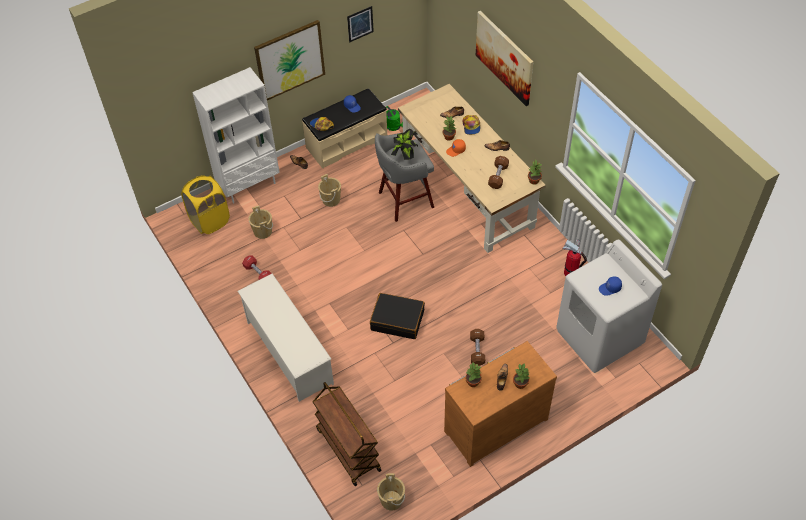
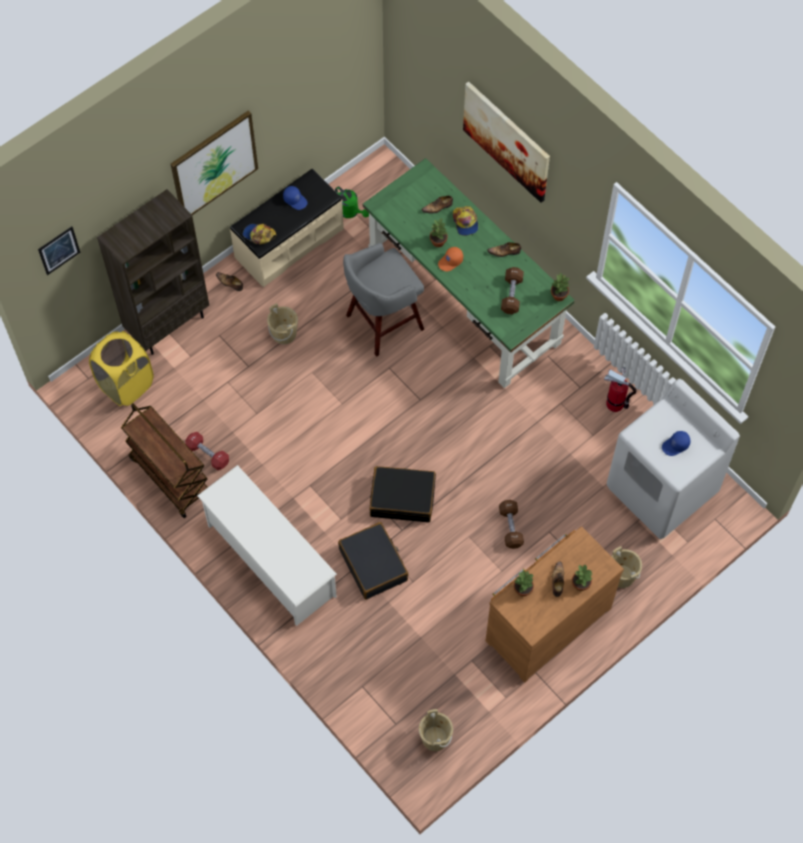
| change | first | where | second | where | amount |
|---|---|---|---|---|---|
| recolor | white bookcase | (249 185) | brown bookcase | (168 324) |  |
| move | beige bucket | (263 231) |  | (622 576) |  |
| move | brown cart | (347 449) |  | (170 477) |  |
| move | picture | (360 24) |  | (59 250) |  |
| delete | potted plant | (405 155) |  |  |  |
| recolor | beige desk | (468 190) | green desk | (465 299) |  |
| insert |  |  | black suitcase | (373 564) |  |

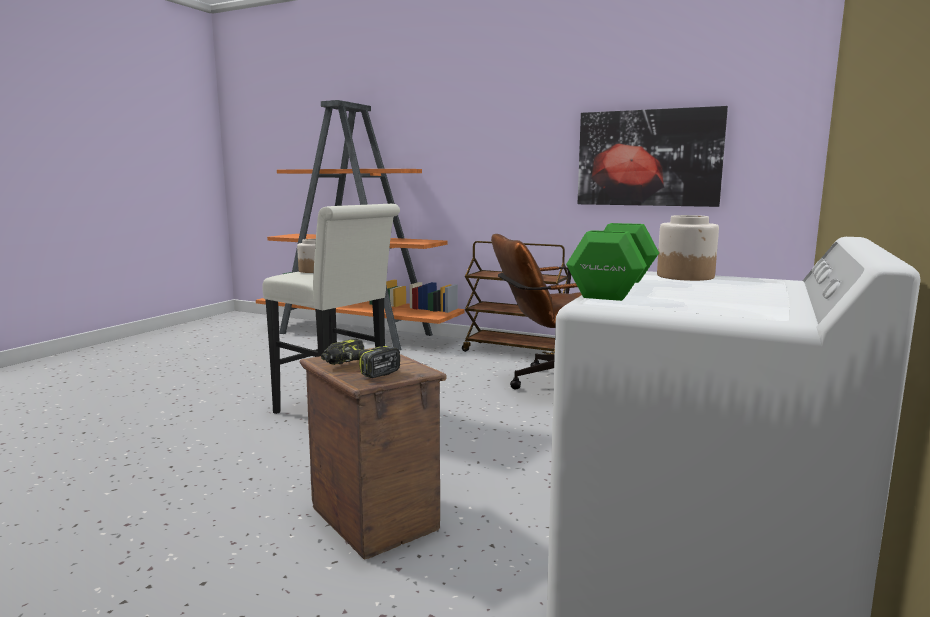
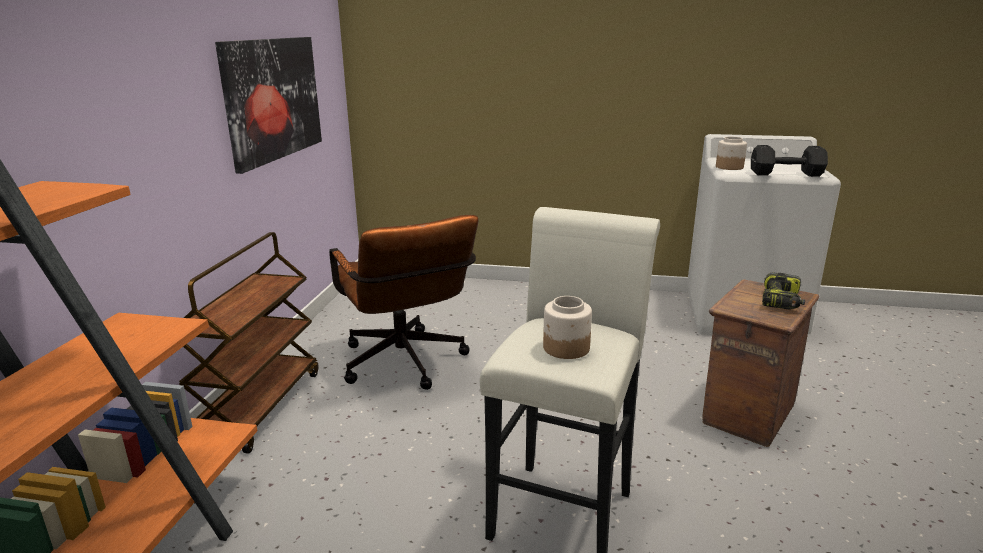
| change | first | where | second | where | amount |
|---|---|---|---|---|---|
| recolor | green dumbbell | (616 287) | black dumbbell | (784 174) |  |

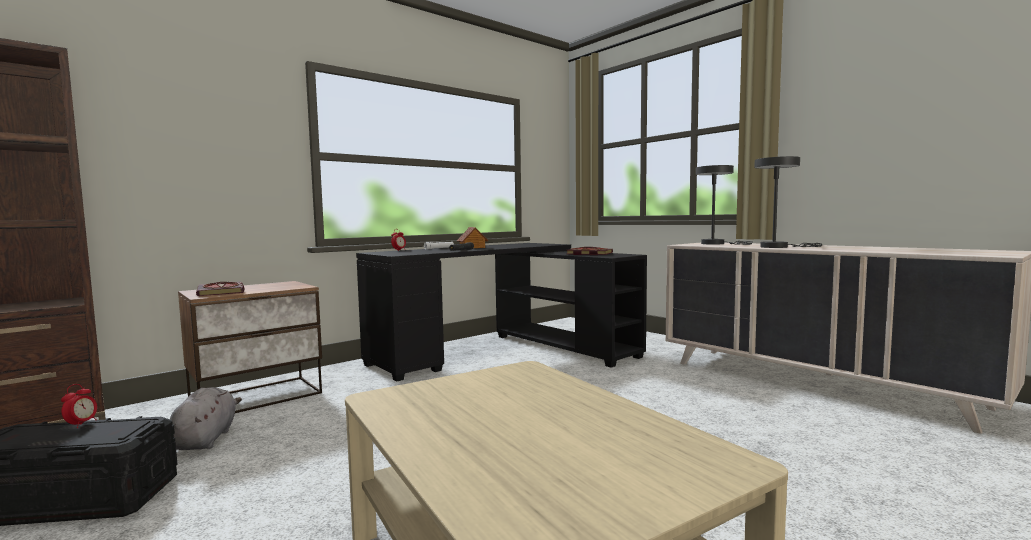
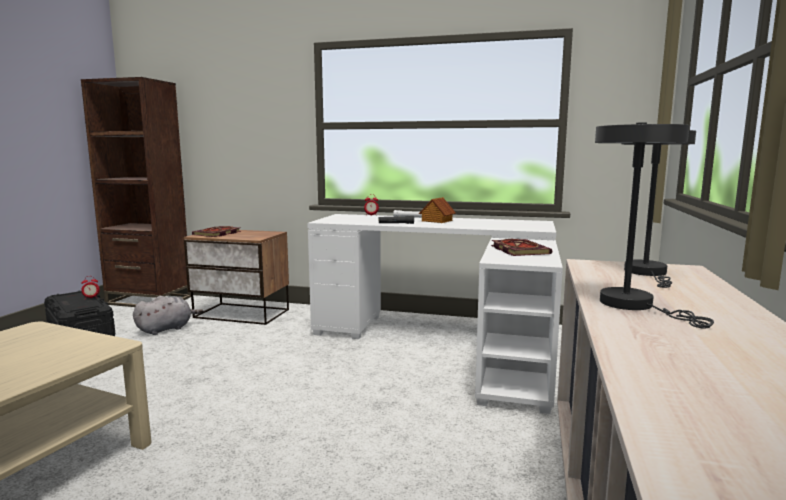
| change | first | where | second | where | amount |
|---|---|---|---|---|---|
| recolor | black desk | (505 351) | white desk | (449 343) |  |

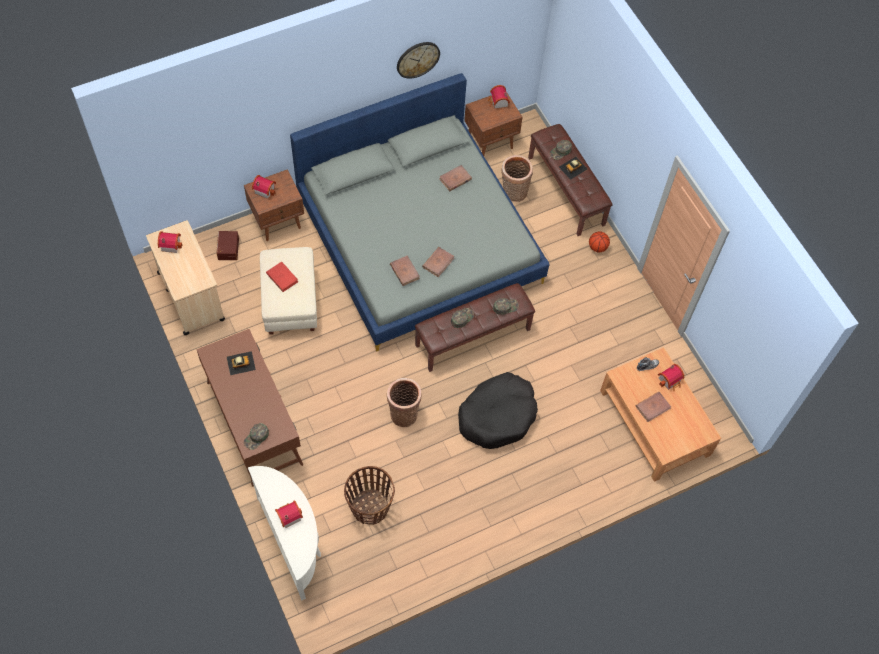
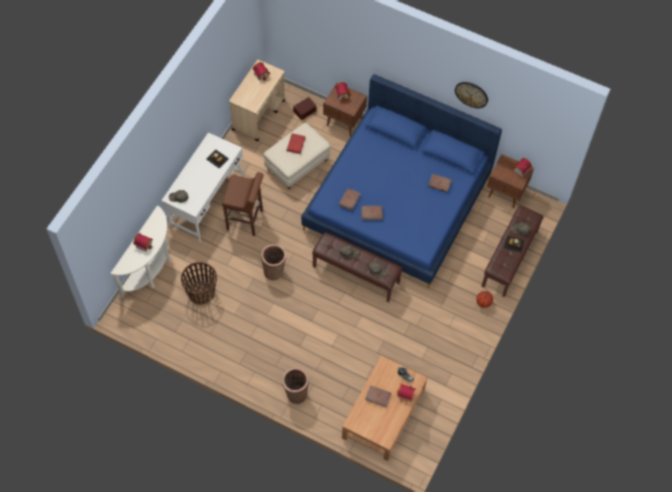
| change | first | where | second | where | amount |
|---|---|---|---|---|---|
| recolor | brown desk | (254 422) | white desk | (206 200) |  |
| recolor | grey bed | (419 240) | blue bed | (398 201) |  |
| delete | black dog bed | (497 415) |  |  |  |
| move | basket | (513 192) |  | (295 393) |  |
| insert |  |  | brown stool | (245 220) |  |

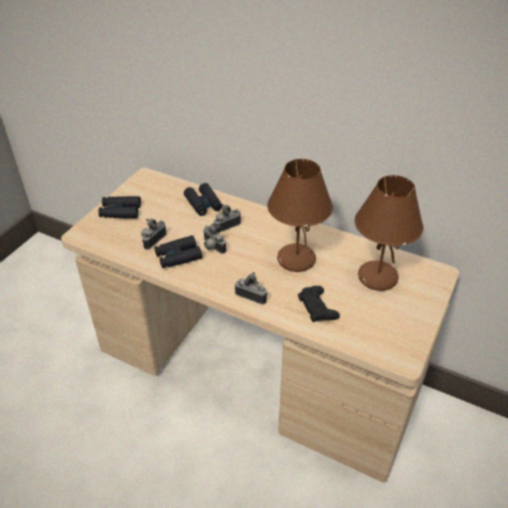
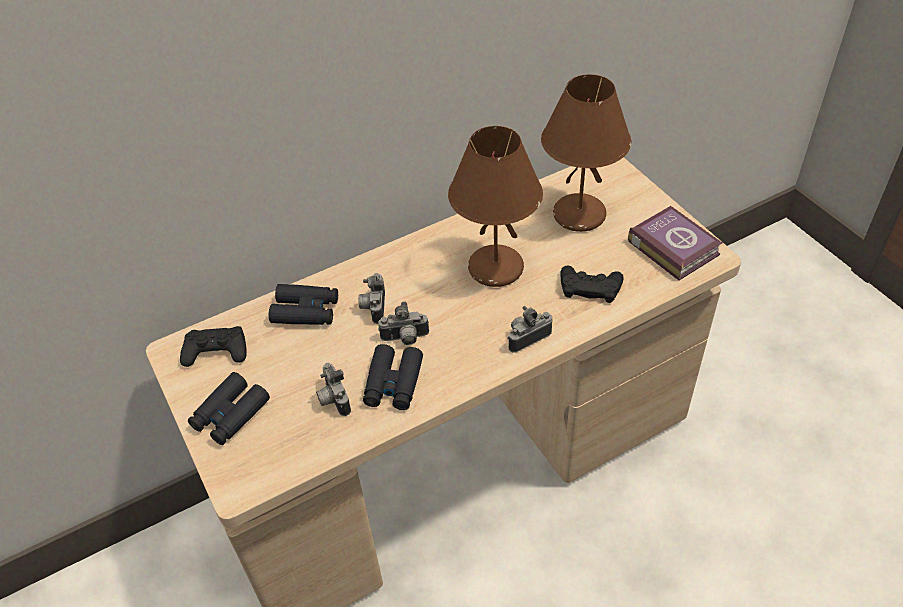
| change | first | where | second | where | amount |
|---|---|---|---|---|---|
| insert |  |  | black game controller | (216 351) |  |
| insert |  |  | book | (672 246) |  |

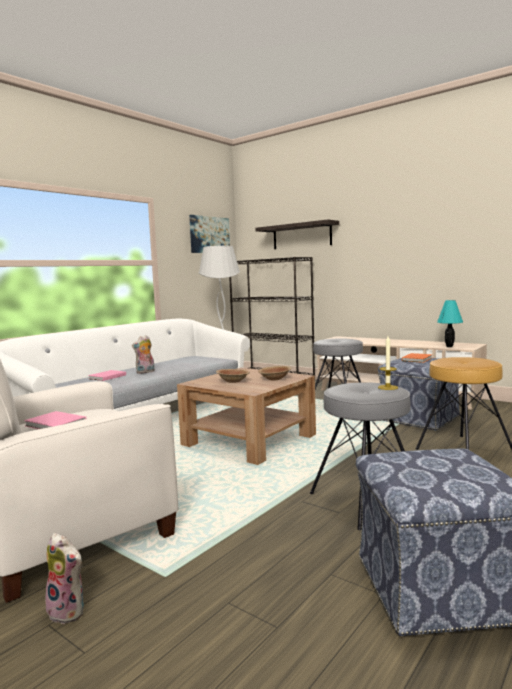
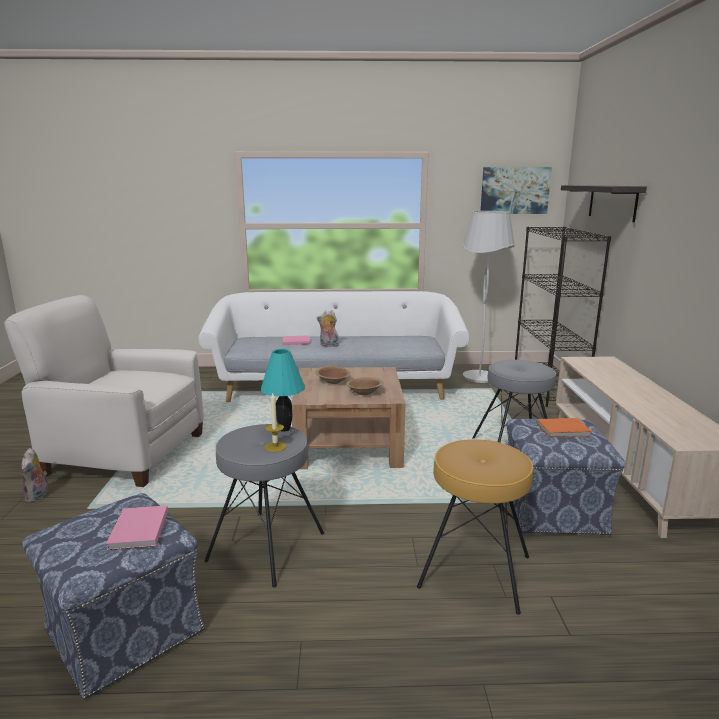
| change | first | where | second | where | amount |
|---|---|---|---|---|---|
| move | pink book | (56 424) |  | (137 531) |  |
| move | turquoise table lamp | (449 346) |  | (284 429) |  |

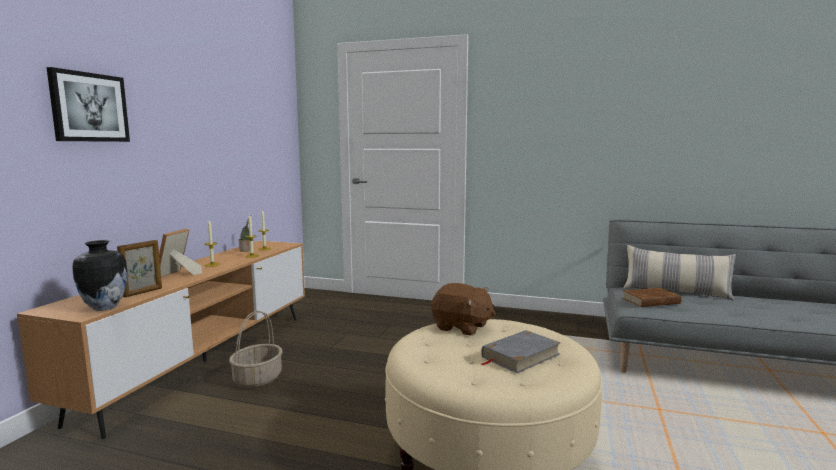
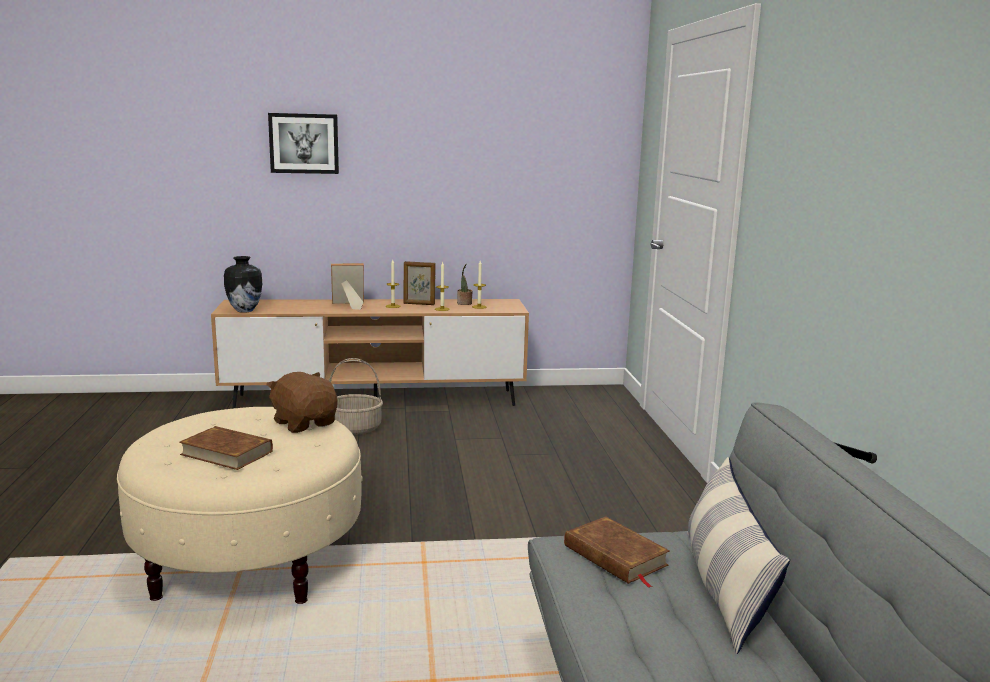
| change | first | where | second | where | amount |
|---|---|---|---|---|---|
| move | picture frame | (143 292) |  | (419 304) |  |
| rotate | brown plush toy | (462 327) |  | (305 423) | 135 degrees clockwise |
| recolor | grey book | (520 355) | brown book | (226 453) |  |

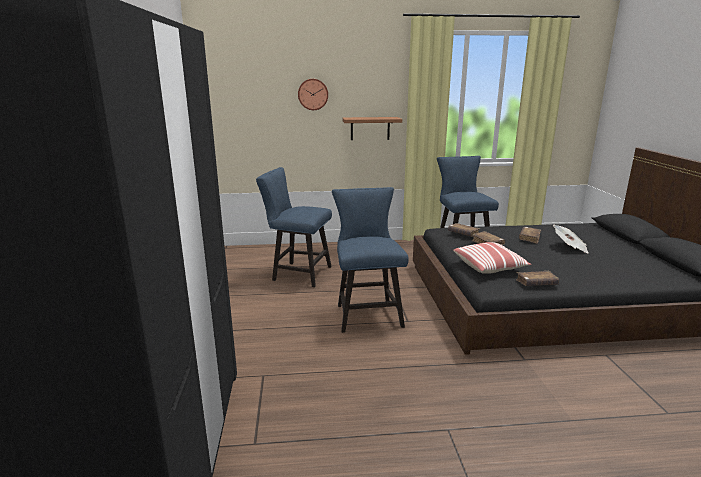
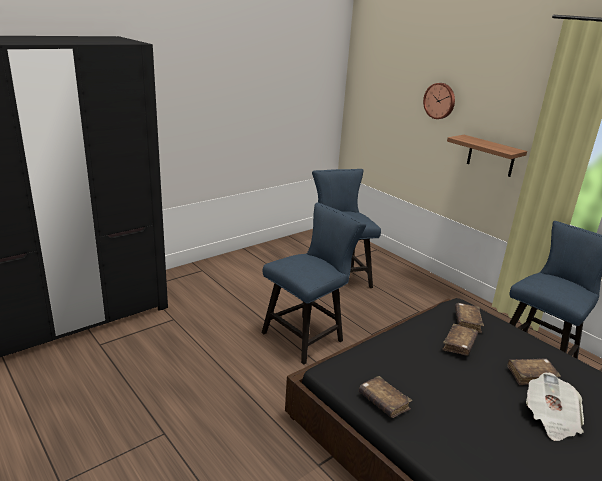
| change | first | where | second | where | amount |
|---|---|---|---|---|---|
| delete | pillow | (489 267) |  |  |  |

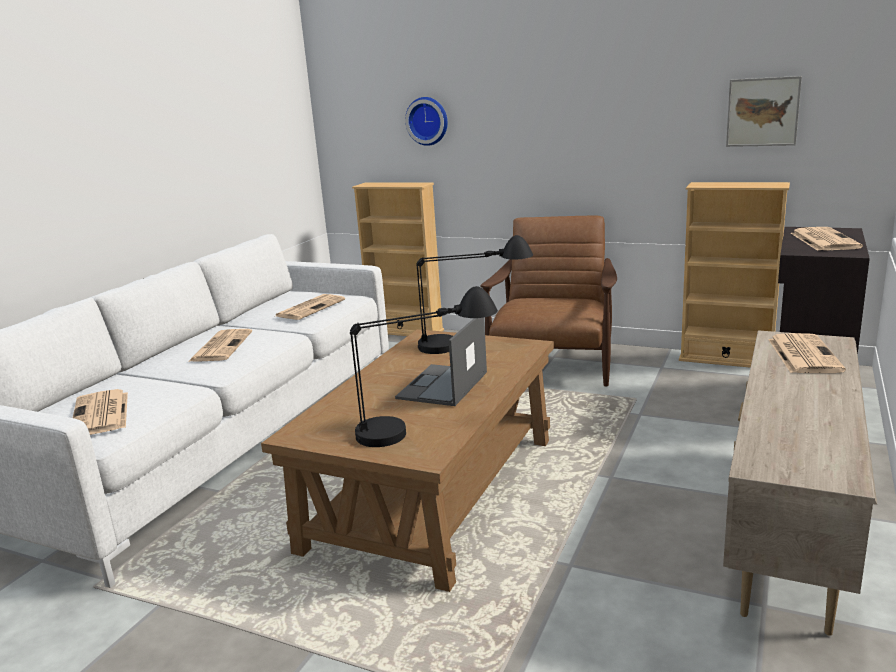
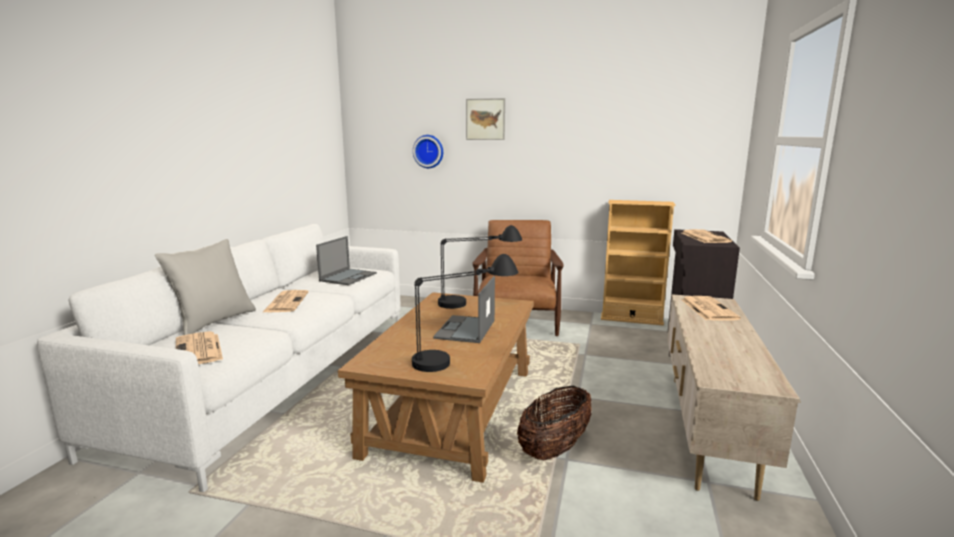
| change | first | where | second | where | amount |
|---|---|---|---|---|---|
| replace | newspaper | (310 308) | laptop | (348 277) |  |
| delete | beige bookcase | (405 331) |  |  |  |
| move | picture | (762 112) |  | (485 119) |  |
| insert |  |  | grey pillow | (214 322) |  |
| insert |  |  | basket | (554 448) |  |

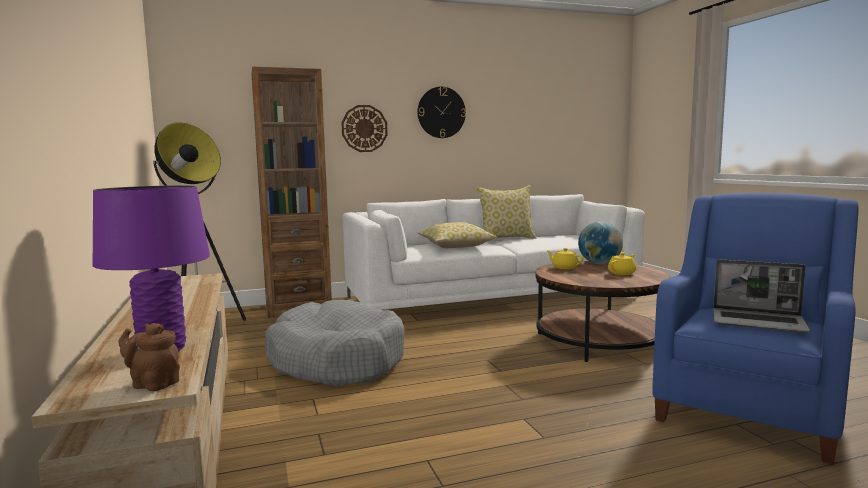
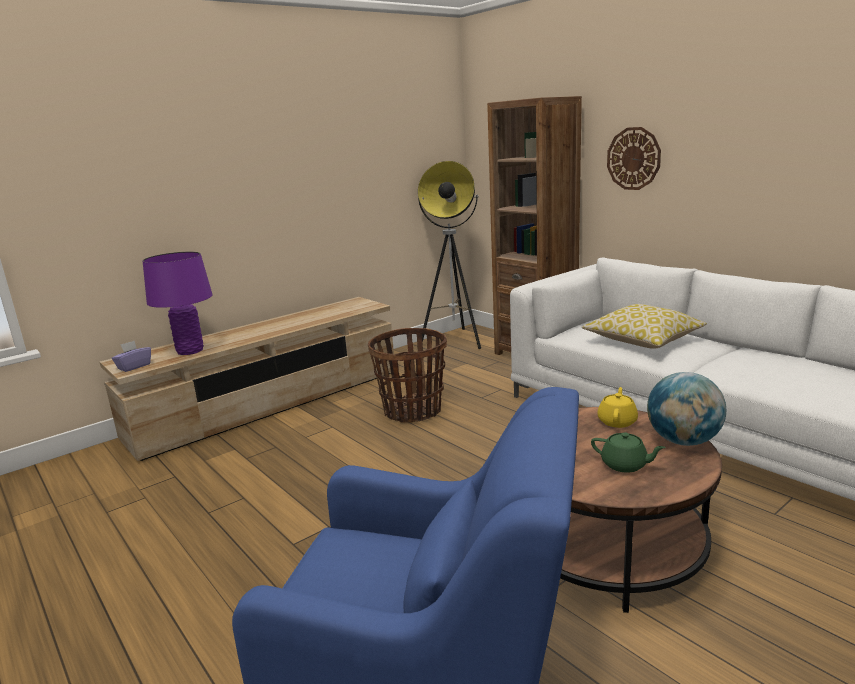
| change | first | where | second | where | amount |
|---|---|---|---|---|---|
| replace | brown teapot | (153 383) | purple tissue box | (134 366) |  |
| replace | grey dog bed | (336 361) | basket | (412 411) |  |
| delete | wall clock | (441 112) |  |  |  |
| delete | pillow | (506 239) |  |  |  |
| recolor | yellow teapot | (622 273) | green teapot | (625 465) |  |
| delete | laptop | (759 322) |  |  |  |

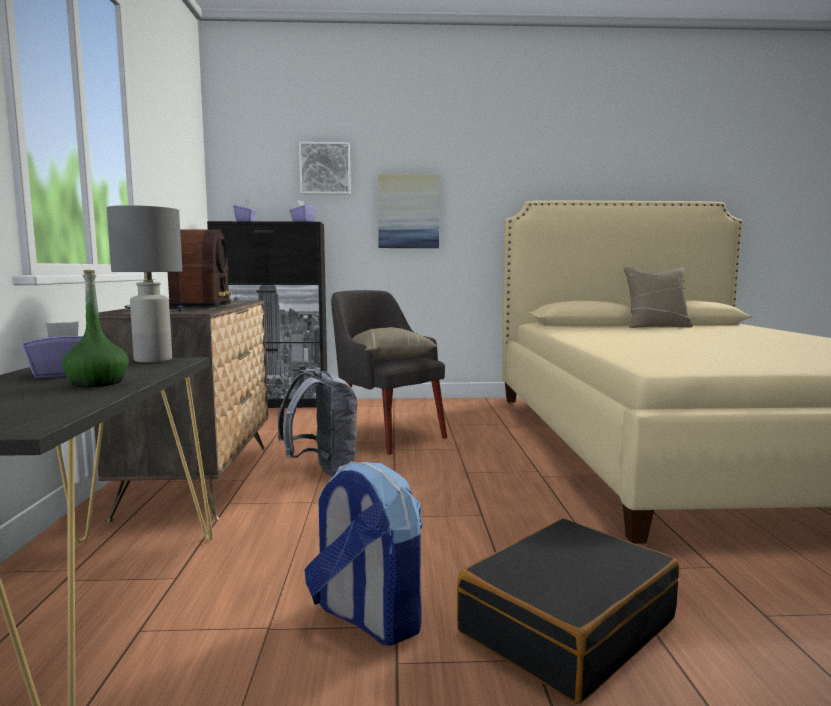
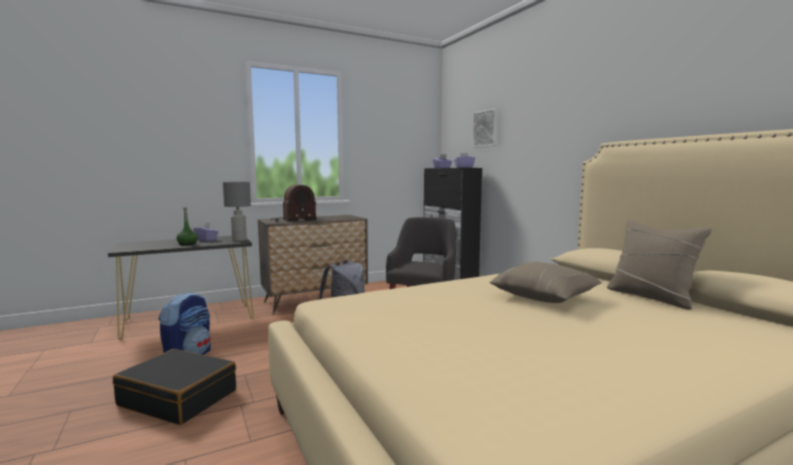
| change | first | where | second | where | amount |
|---|---|---|---|---|---|
| move | beige pillow | (392 357) |  | (544 297) |  |
| delete | picture | (408 212) |  |  |  |

